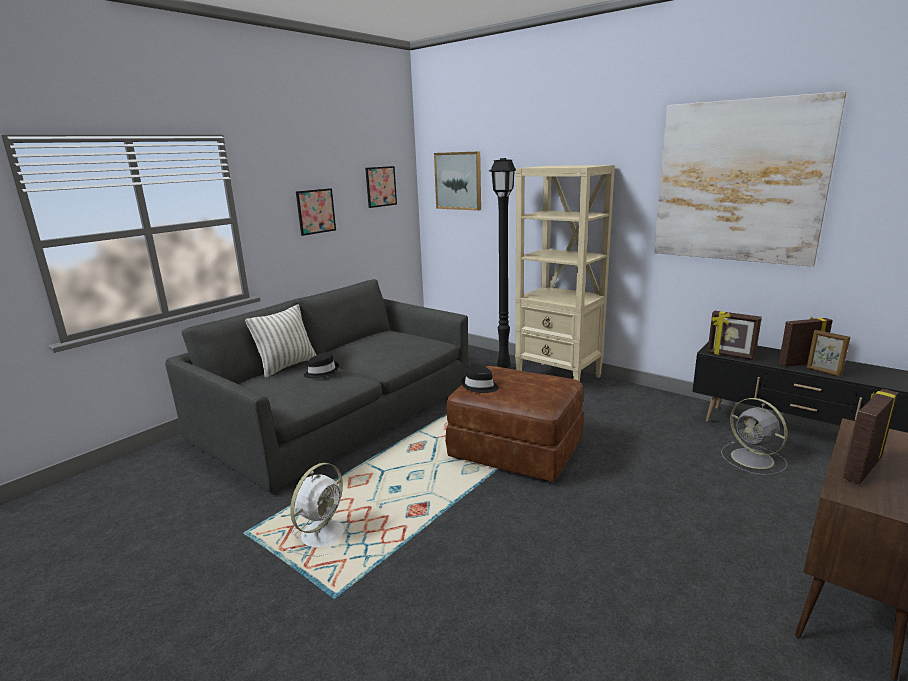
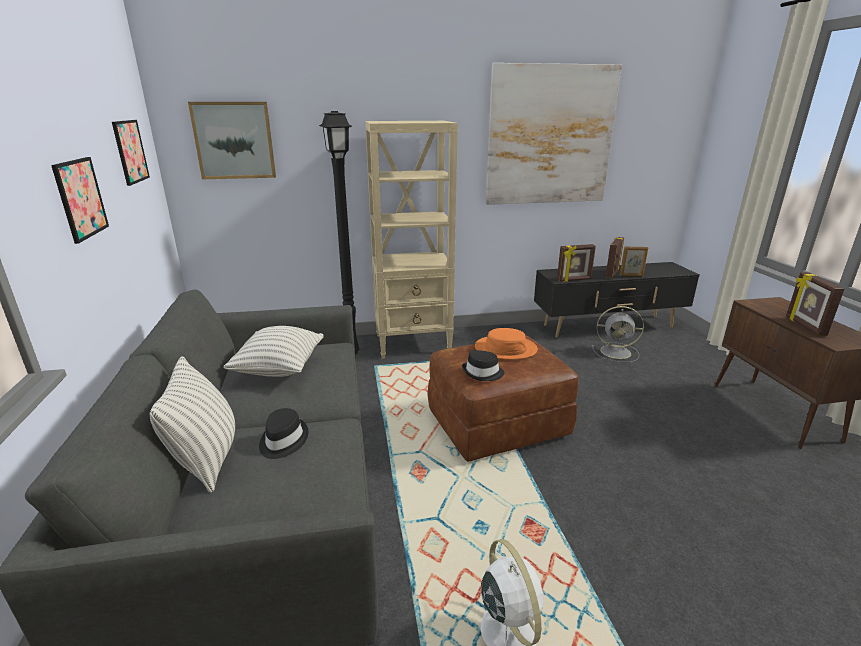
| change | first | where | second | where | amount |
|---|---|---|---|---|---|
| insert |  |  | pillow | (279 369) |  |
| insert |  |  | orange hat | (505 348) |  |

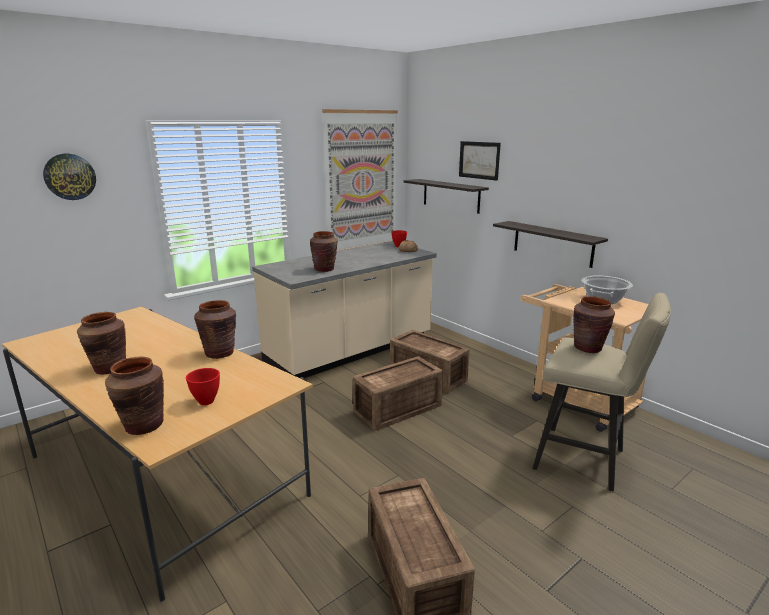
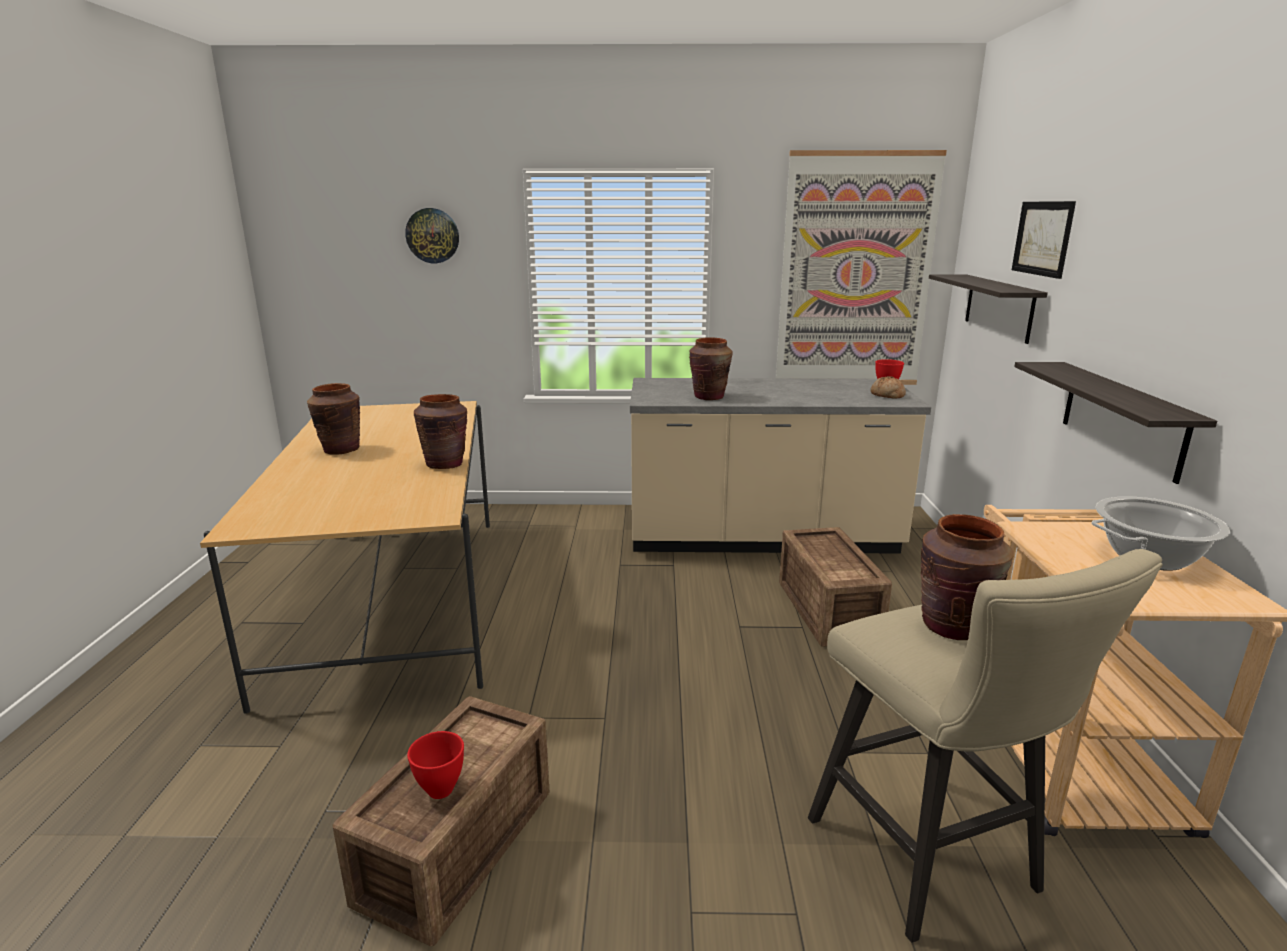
| change | first | where | second | where | amount |
|---|---|---|---|---|---|
| delete | brown vase | (143 425) |  |  |  |
| move | red bowl | (206 401) |  | (441 789) |  |
| delete | crate | (399 409) |  |  |  |

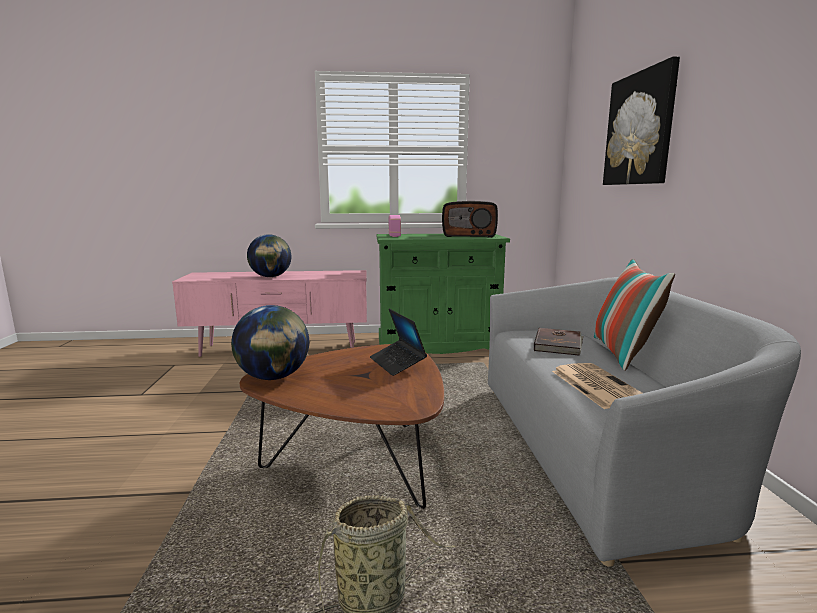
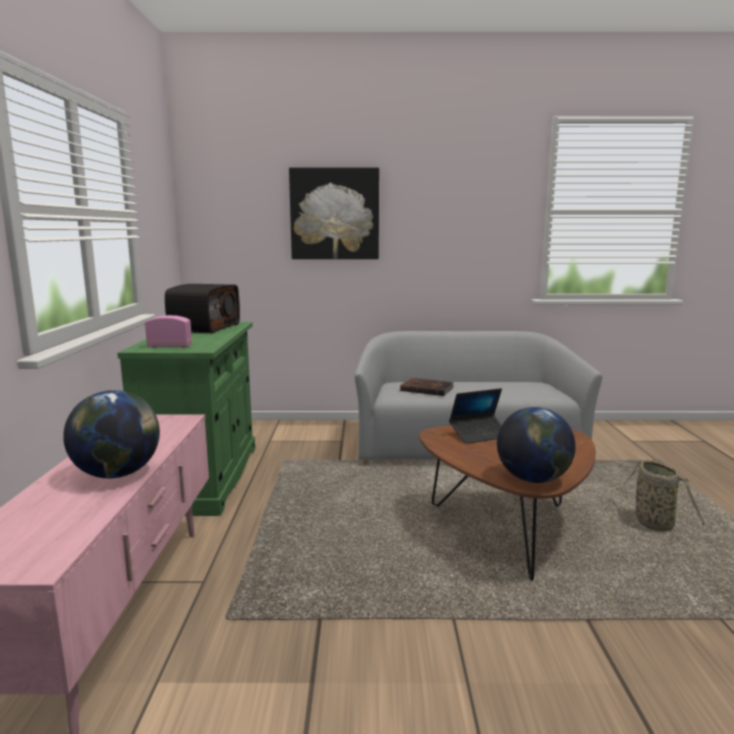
| change | first | where | second | where | amount |
|---|---|---|---|---|---|
| delete | newspaper | (596 386) |  |  |  |
| delete | pillow | (623 354) |  |  |  |

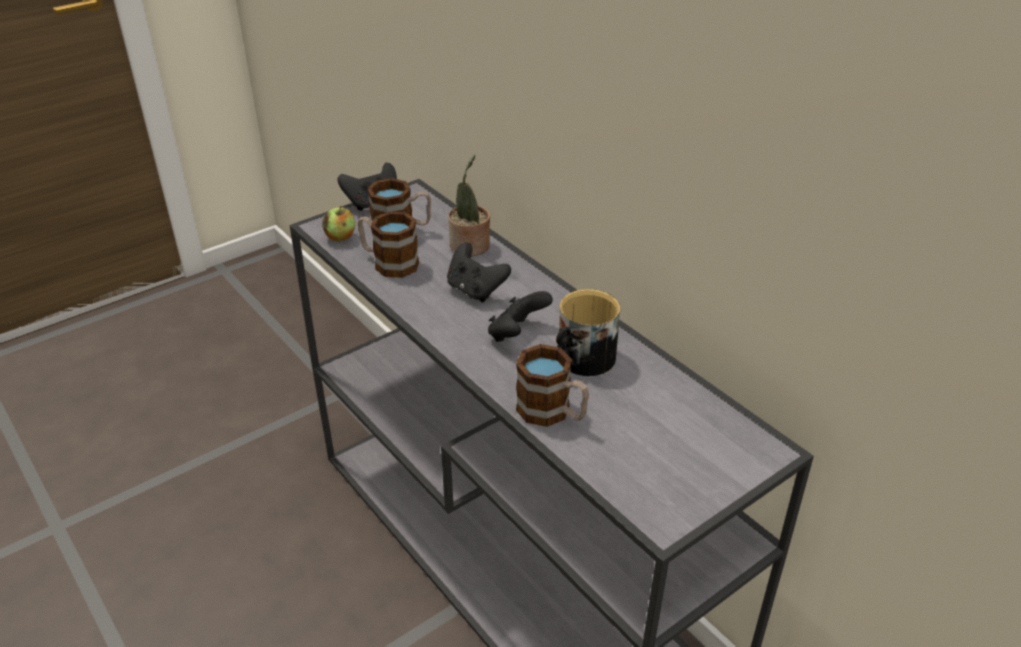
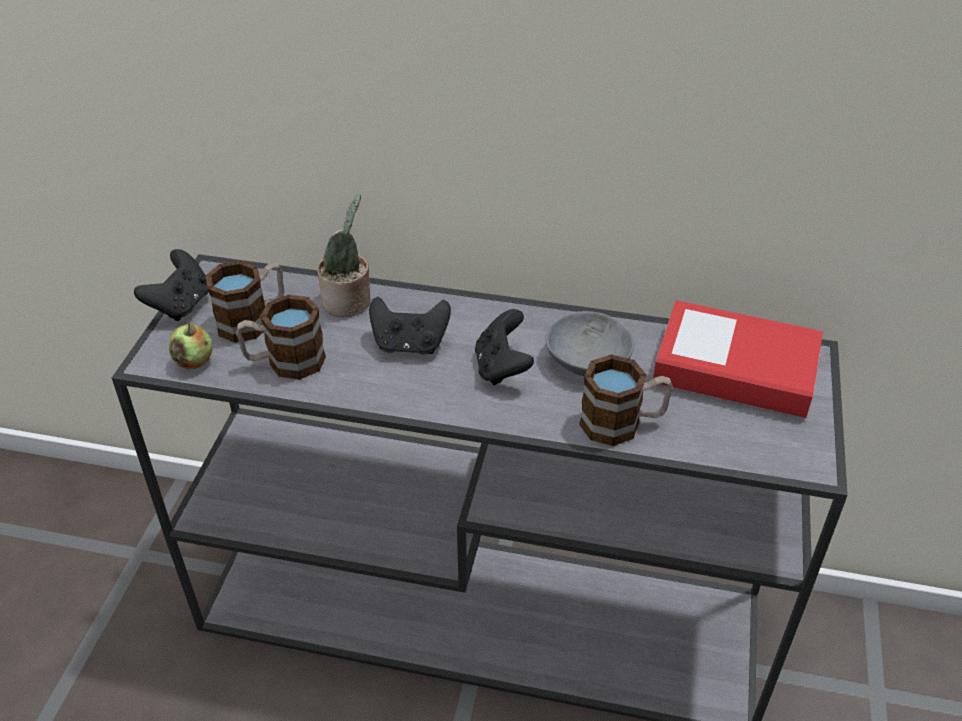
| change | first | where | second | where | amount |
|---|---|---|---|---|---|
| replace | mug | (581 360) | grey bowl | (585 361) |  |
| insert |  |  | book | (735 370) |  |

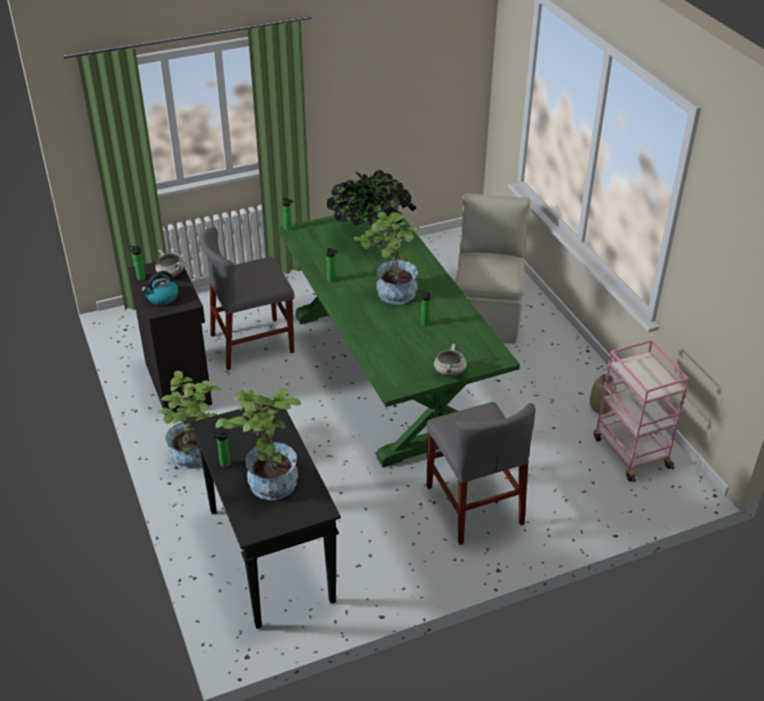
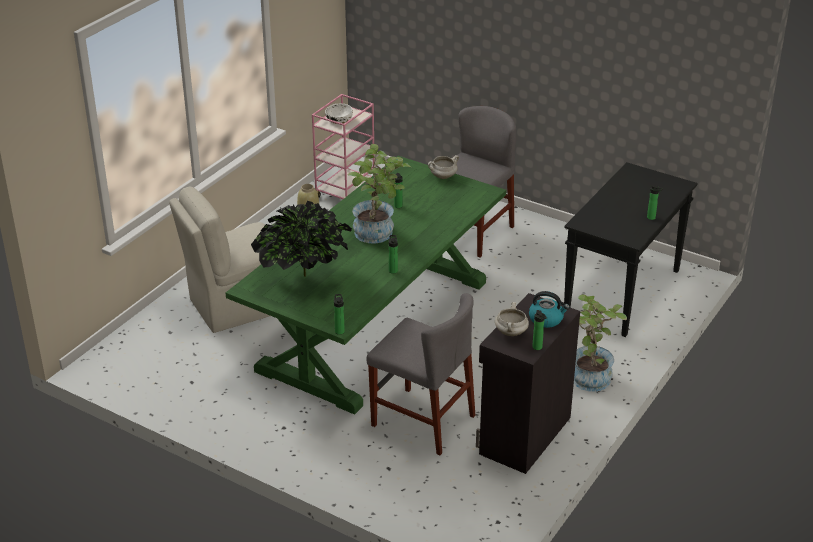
| change | first | where | second | where | amount |
|---|---|---|---|---|---|
| delete | potted plant | (267 479) |  |  |  |
| insert |  |  | white bowl | (338 120) |  |

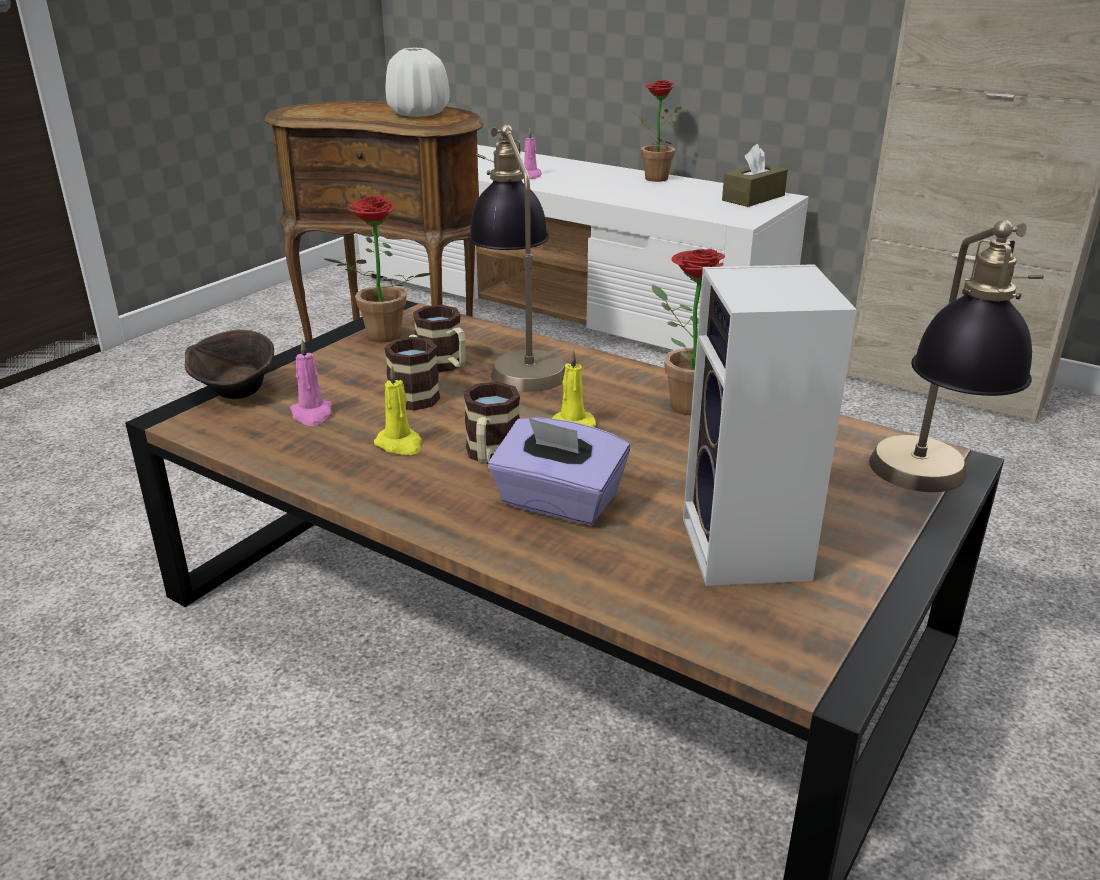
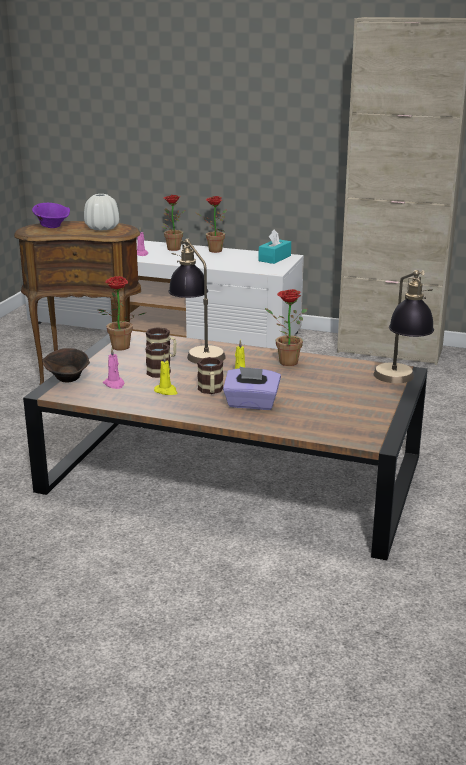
| change | first | where | second | where | amount |
|---|---|---|---|---|---|
| delete | speaker | (749 552) |  |  |  |
| recolor | brown tissue box | (753 198) | turquoise tissue box | (274 258) |  |
| insert |  |  | purple bowl | (52 226) |  |
| insert |  |  | potted plant | (172 248) |  |

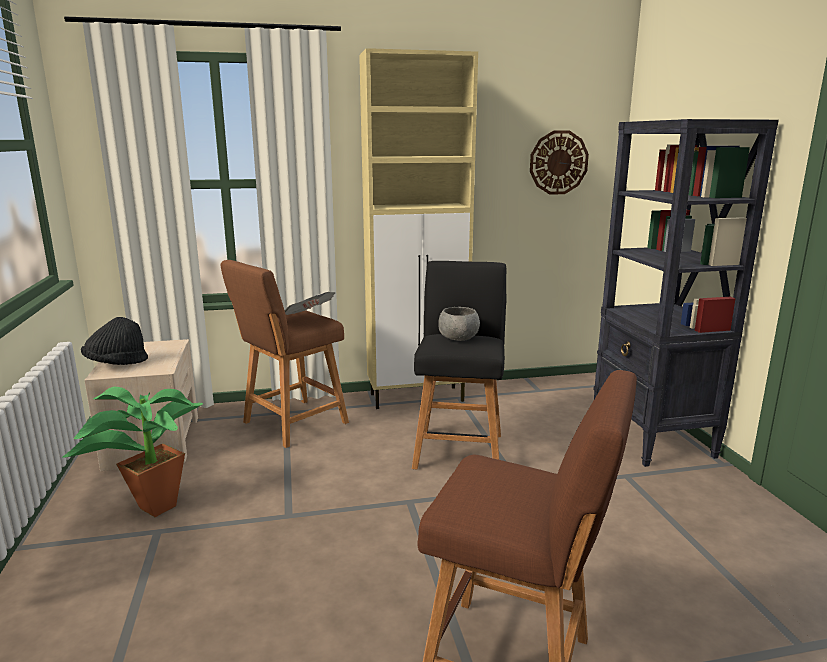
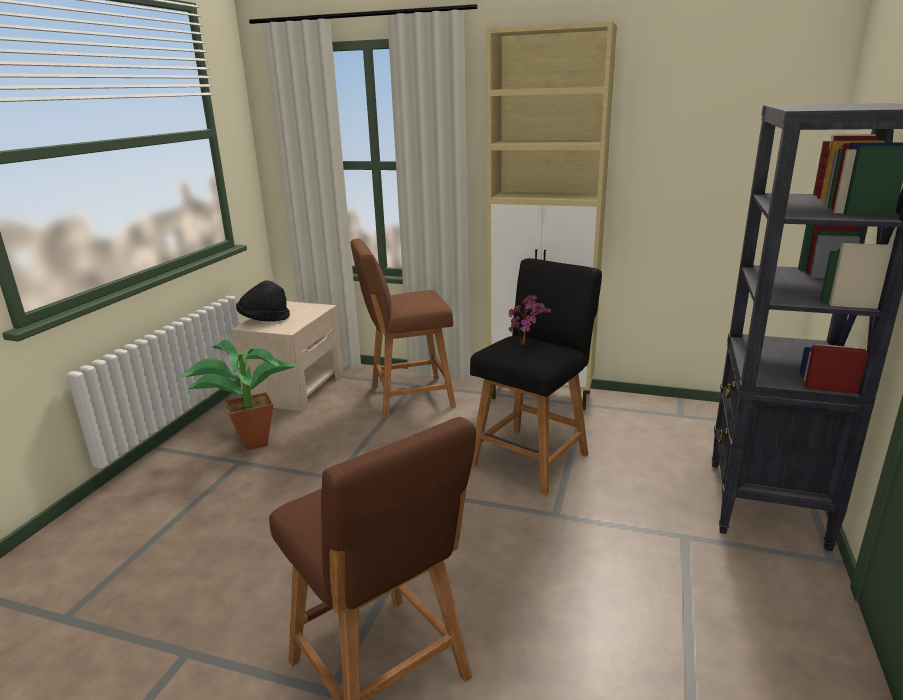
| change | first | where | second | where | amount |
|---|---|---|---|---|---|
| delete | newspaper | (308 318) |  |  |  |
| replace | grey bowl | (458 338) | potted plant | (526 345) |  |
| delete | wall clock | (558 162) |  |  |  |

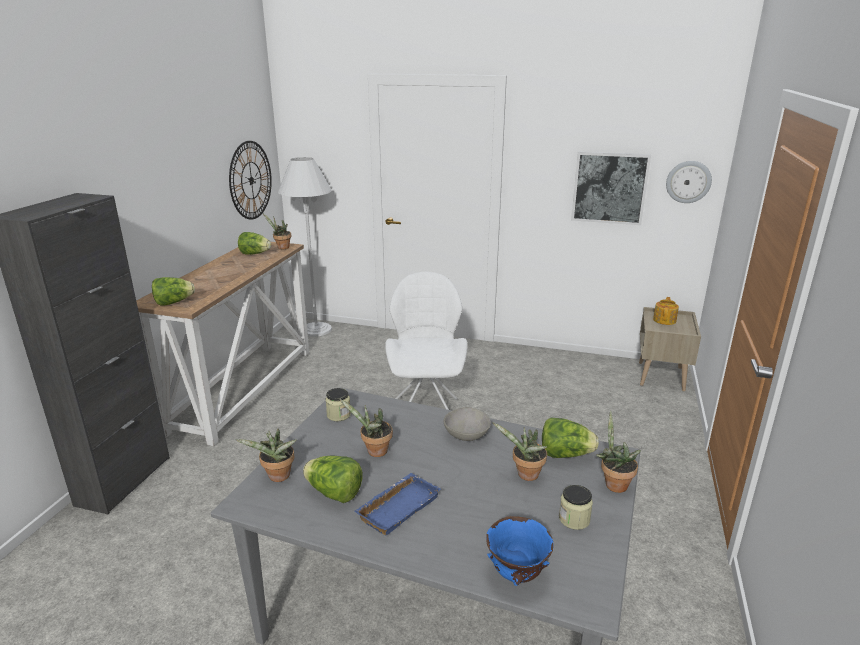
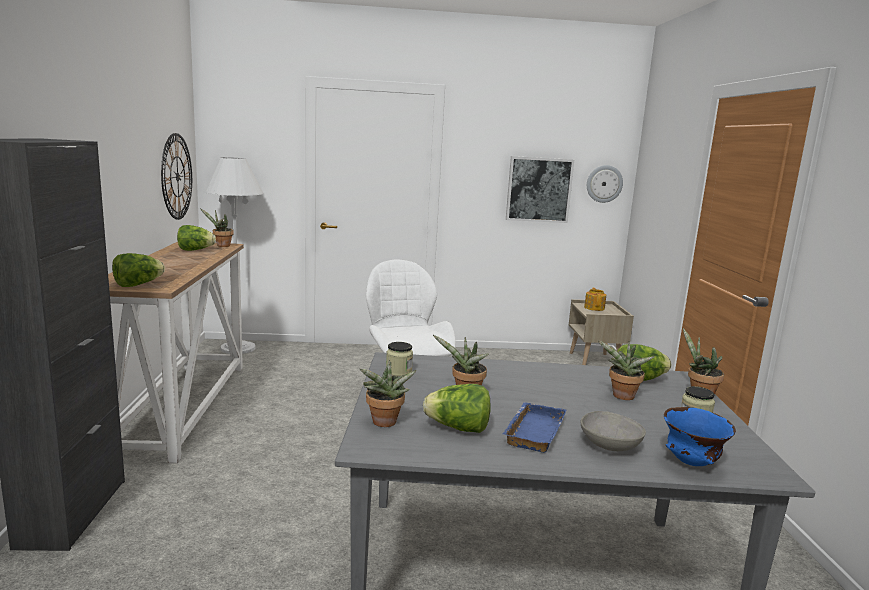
| change | first | where | second | where | amount |
|---|---|---|---|---|---|
| move | grey bowl | (466 435) |  | (609 446) |  |

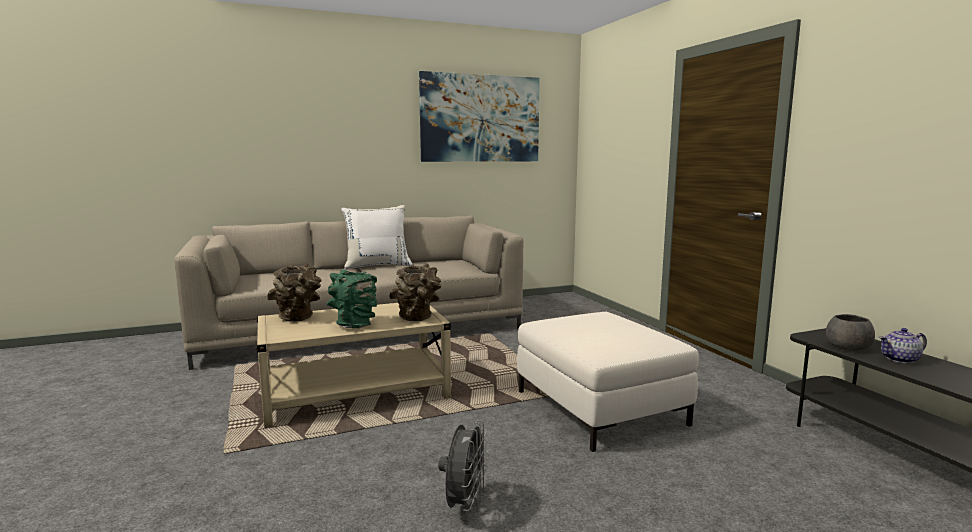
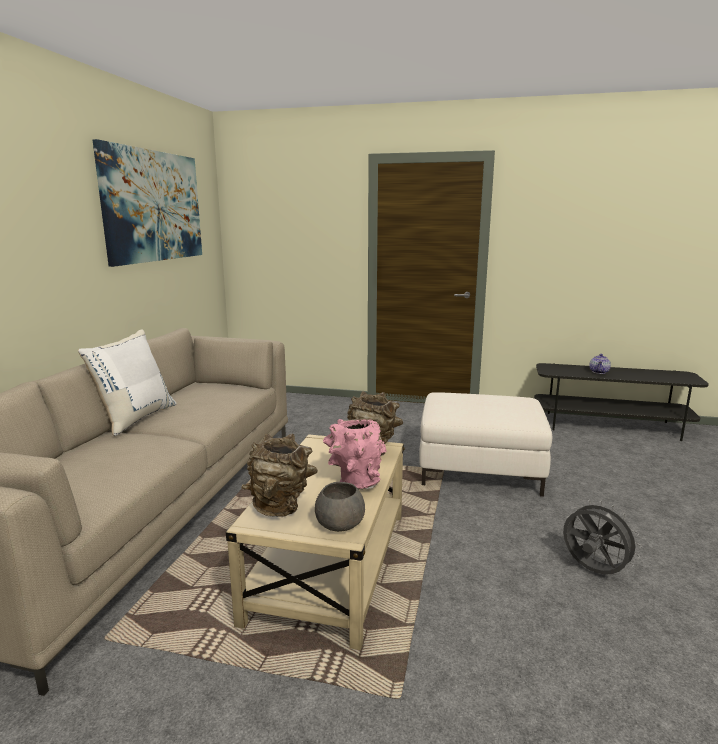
| change | first | where | second | where | amount |
|---|---|---|---|---|---|
| recolor | green vase | (354 325) | pink vase | (354 483) |  |
| move | grey bowl | (847 347) |  | (339 524) |  |

